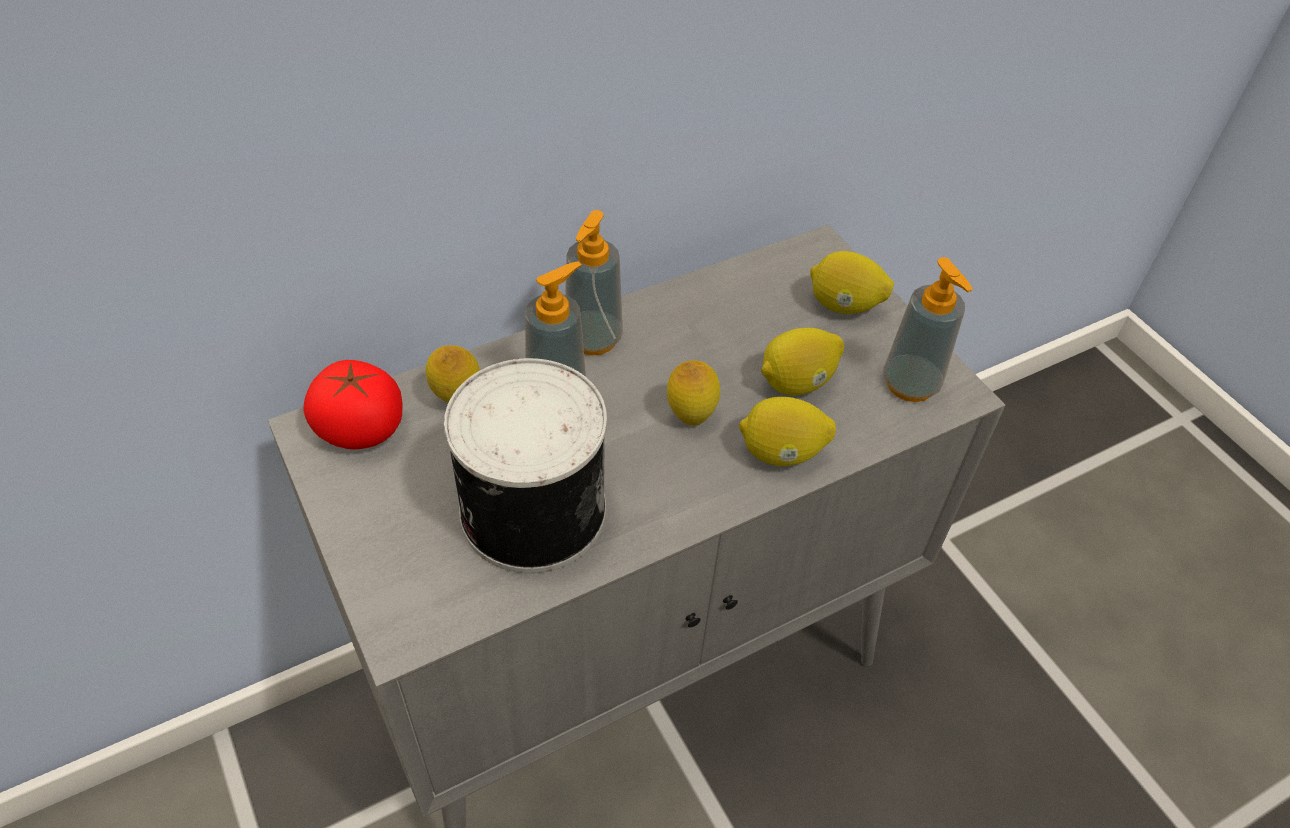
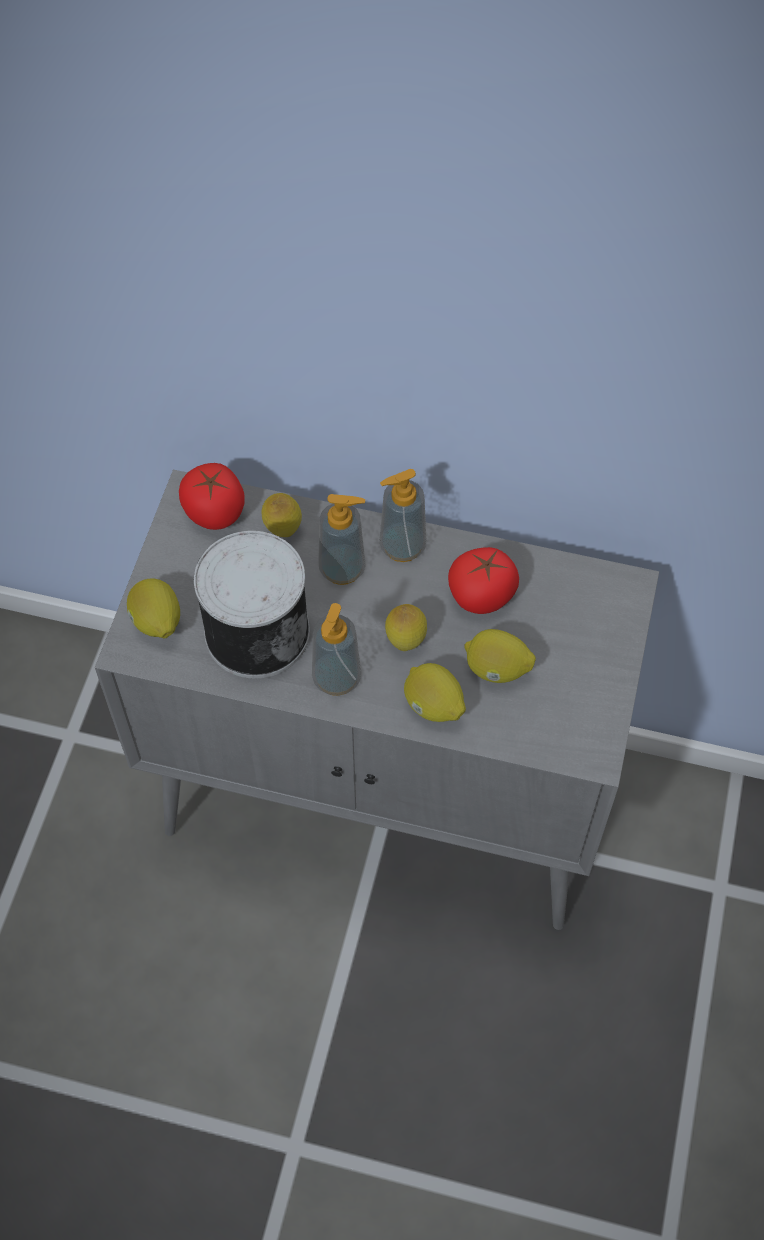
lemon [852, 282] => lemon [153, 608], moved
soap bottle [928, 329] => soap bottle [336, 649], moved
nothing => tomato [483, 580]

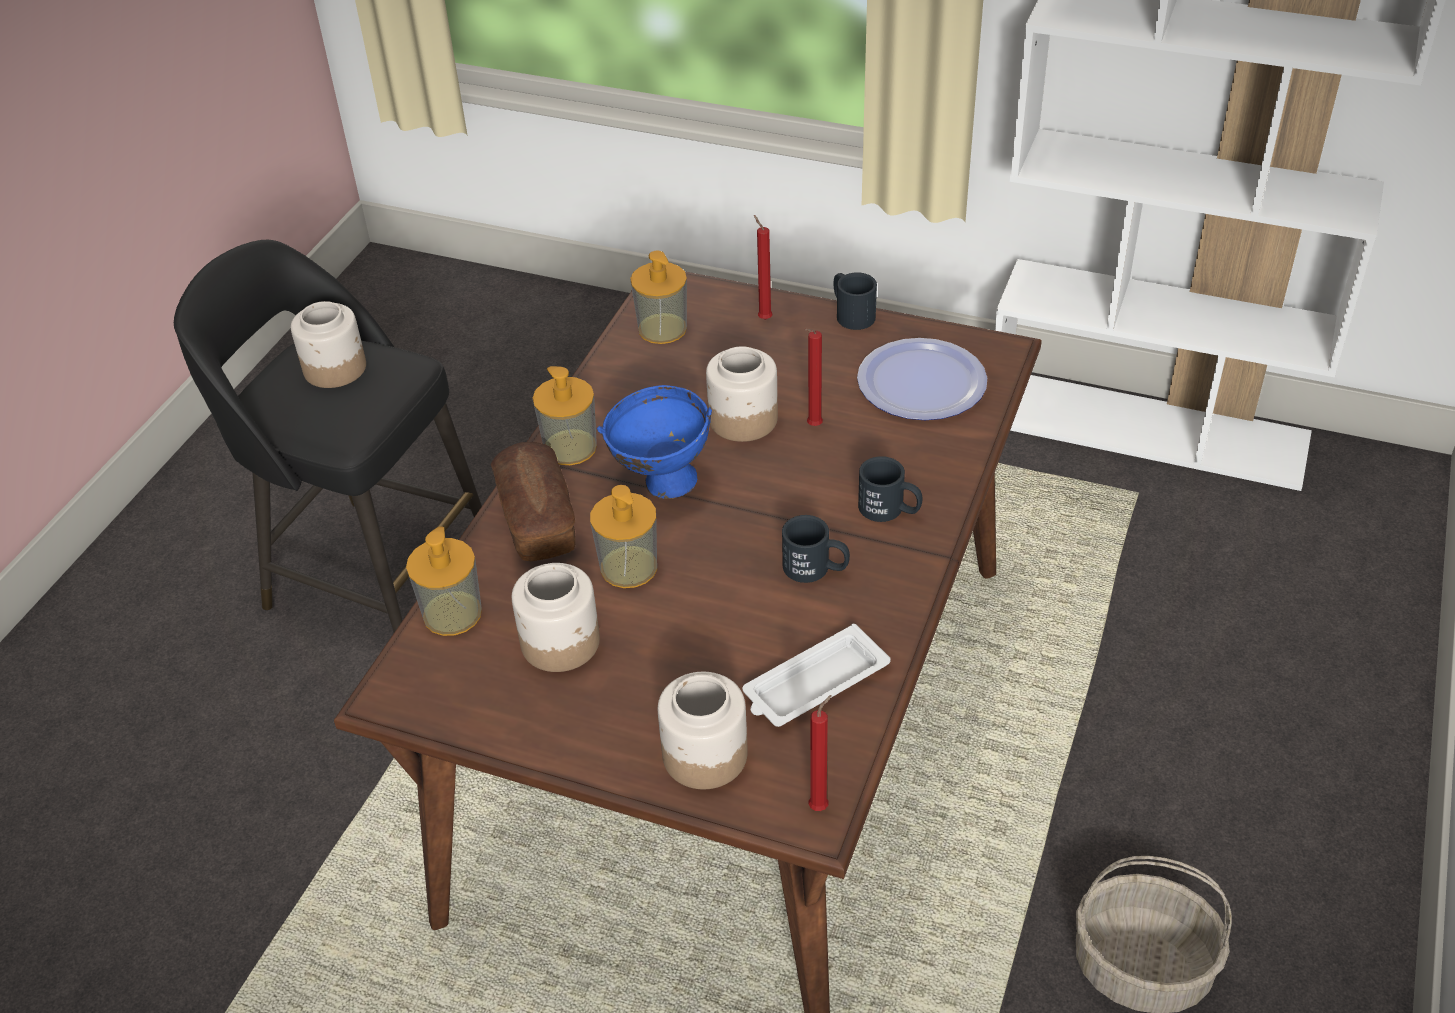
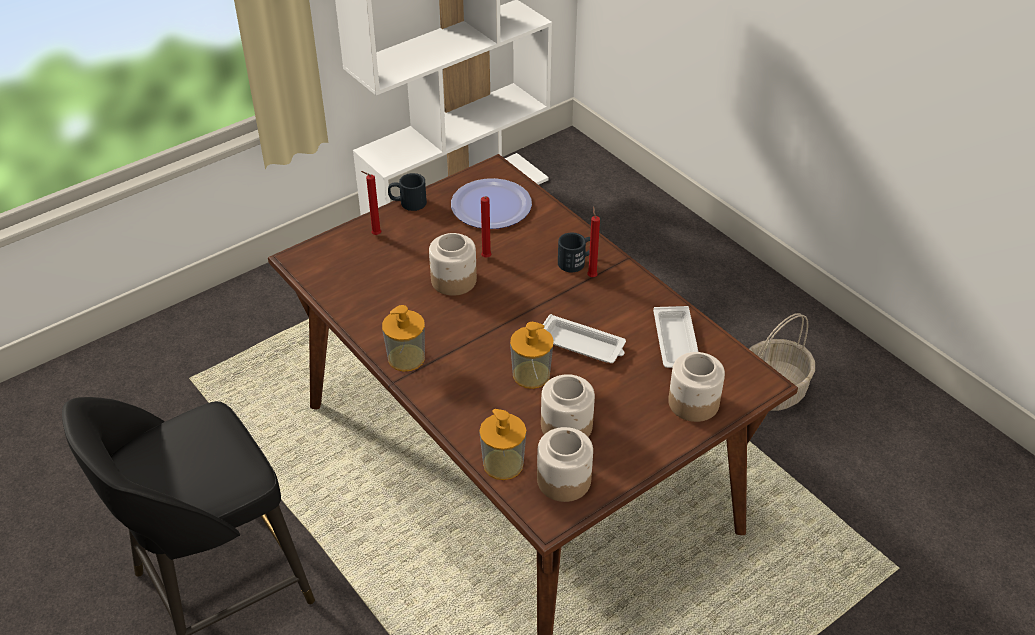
storage jar [328, 344] => storage jar [565, 464], moved
nothing => whitish carrying tray [584, 338]
red-coloured candle [819, 753] => red-coloured candle [593, 241], moved
bread [533, 501] => nothing
blue-coloured deep dish [654, 442] => nothing
soap bottle [658, 297] => nothing
black-coloured coffee mug [816, 549] => nothing

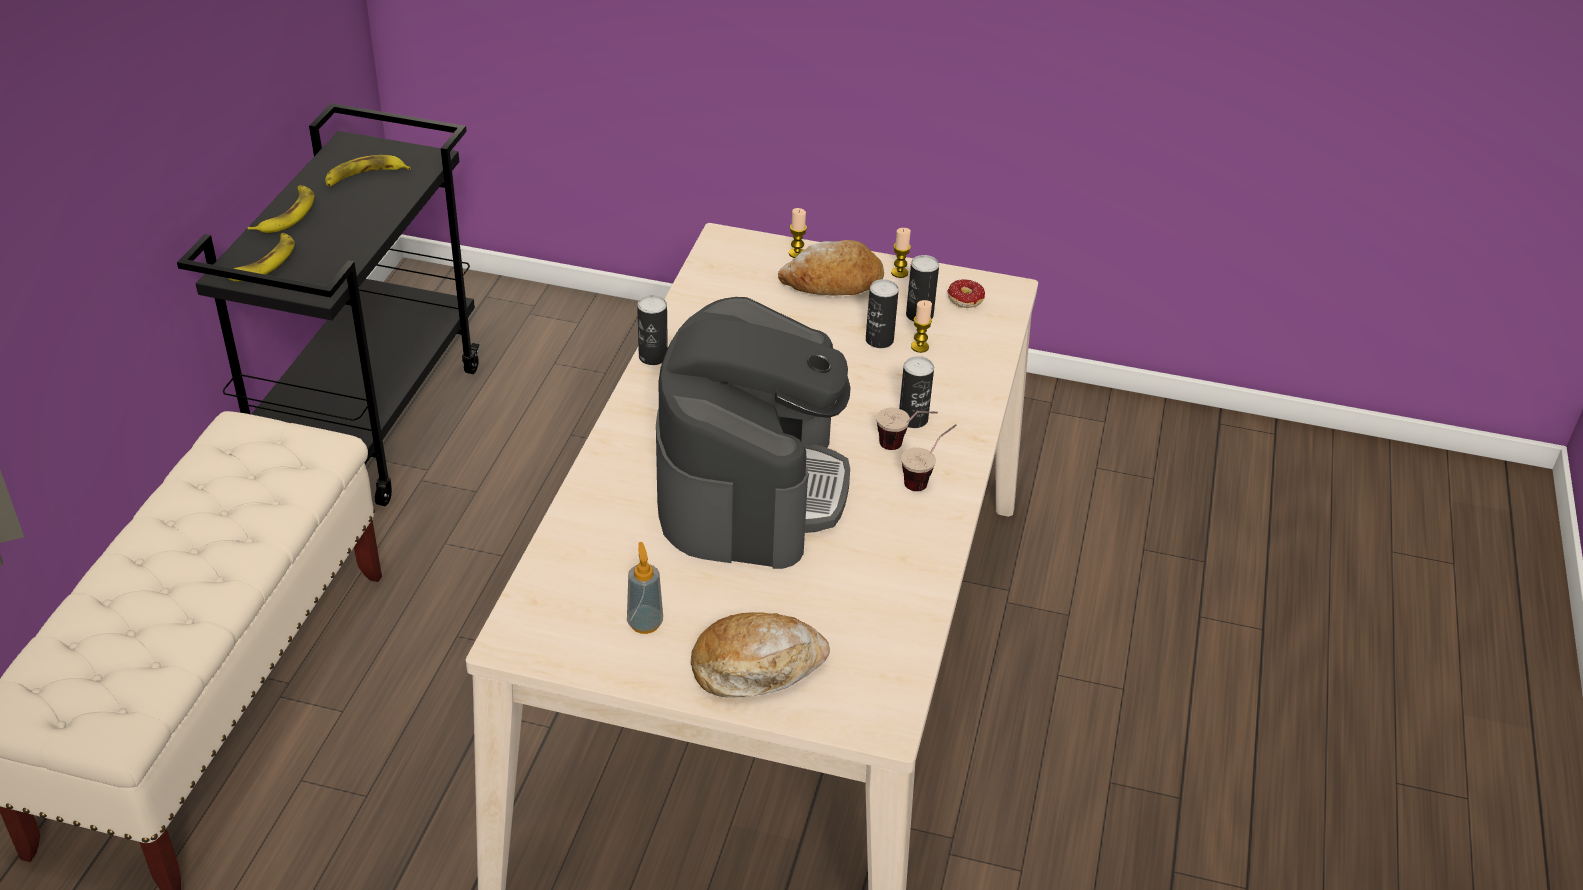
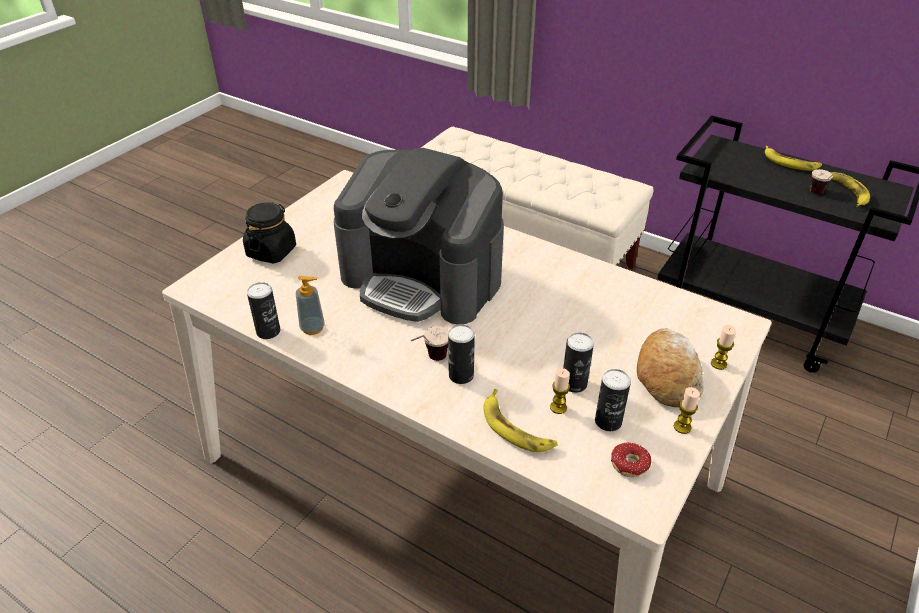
bread [760, 655] => black-coloured storage jar [269, 232]
sealed can [652, 330] => sealed can [263, 310], moved
soap bottle [645, 588] => soap bottle [310, 305], moved
whole banana [261, 257] => whole banana [520, 420], moved
small cup [929, 457] => small cup [827, 181], moved

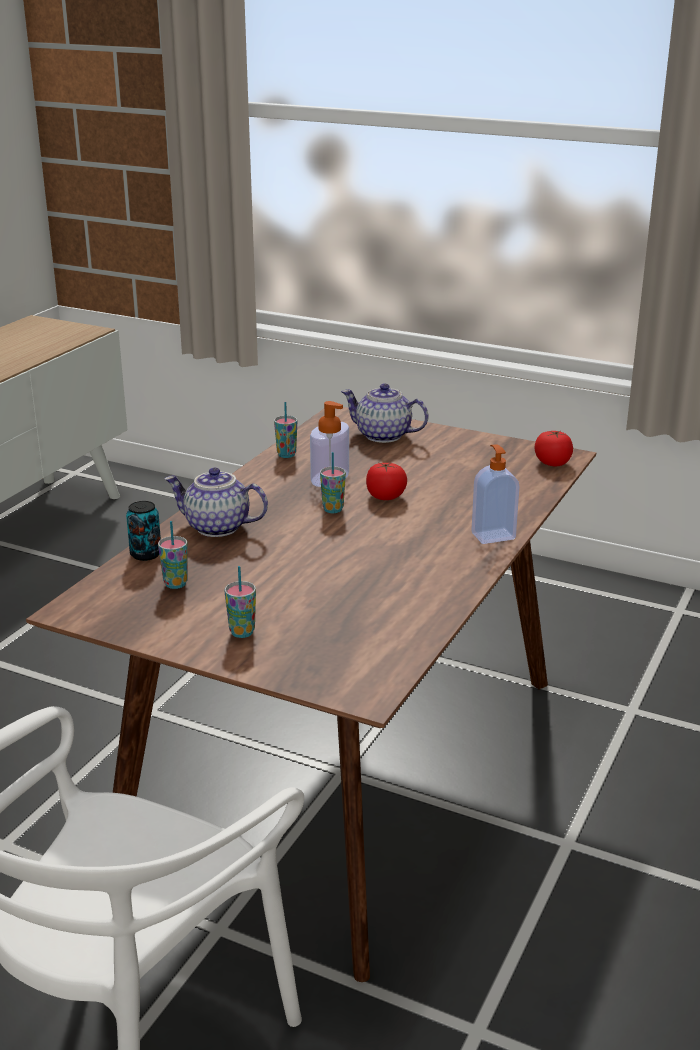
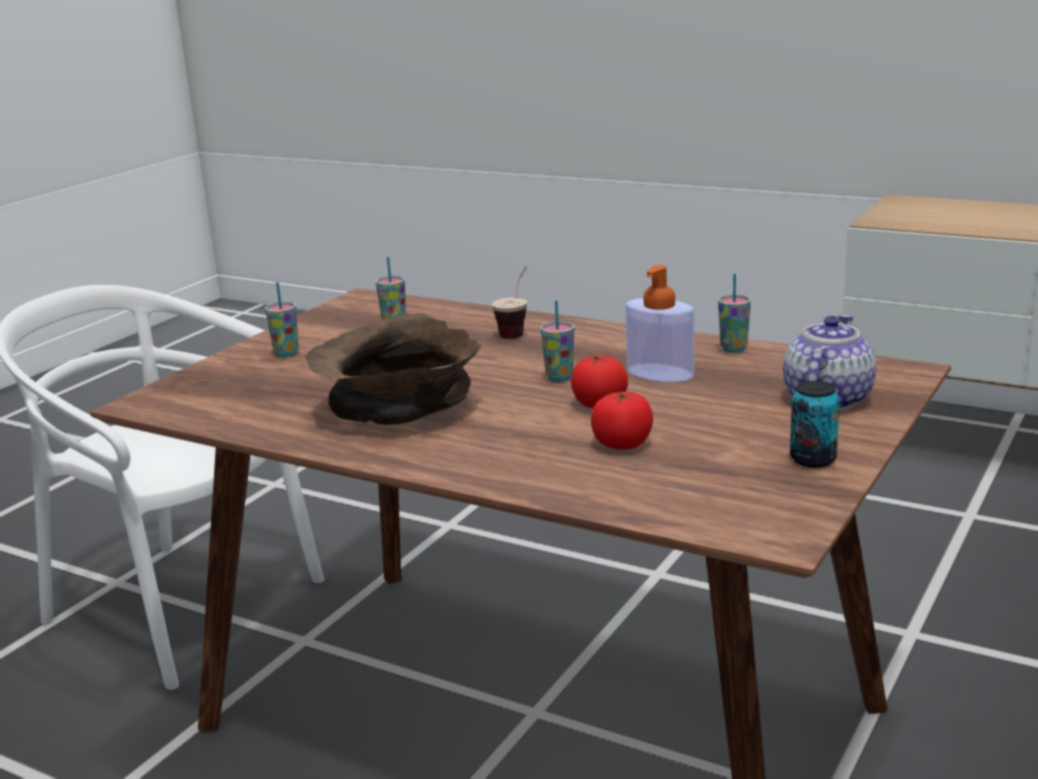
nothing => brown-coloured deep dish [393, 369]
pot for tea [216, 502] => small cup [509, 302]
tomato [554, 449] => tomato [622, 421], moved
sealed can [143, 531] => sealed can [814, 424], moved
soap bottle [495, 494] => nothing

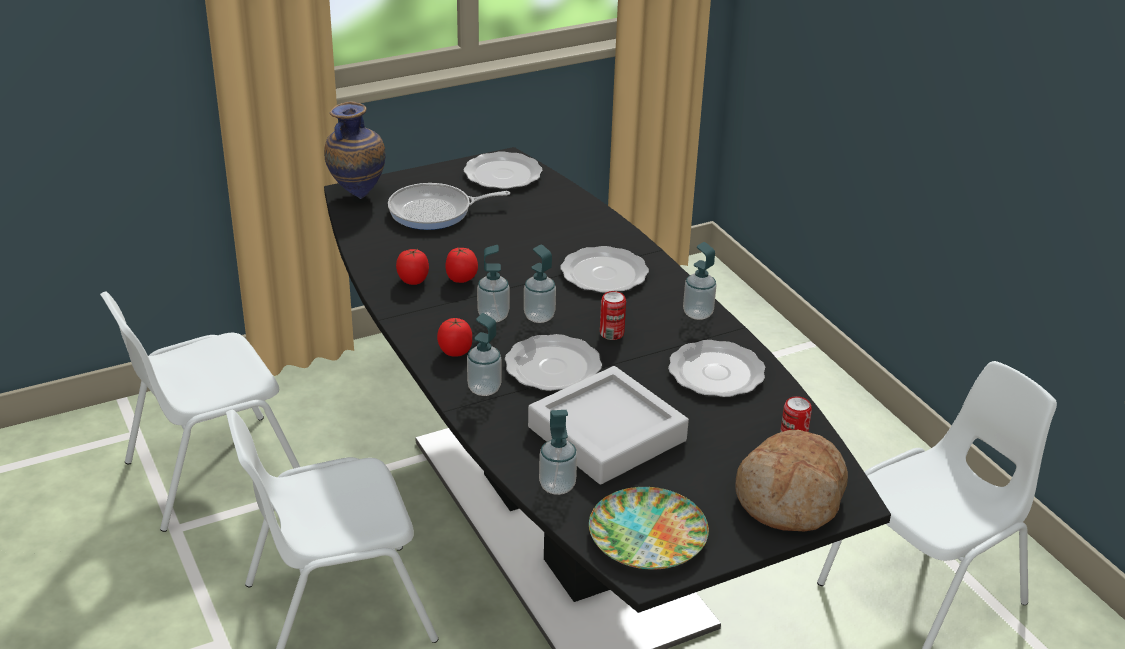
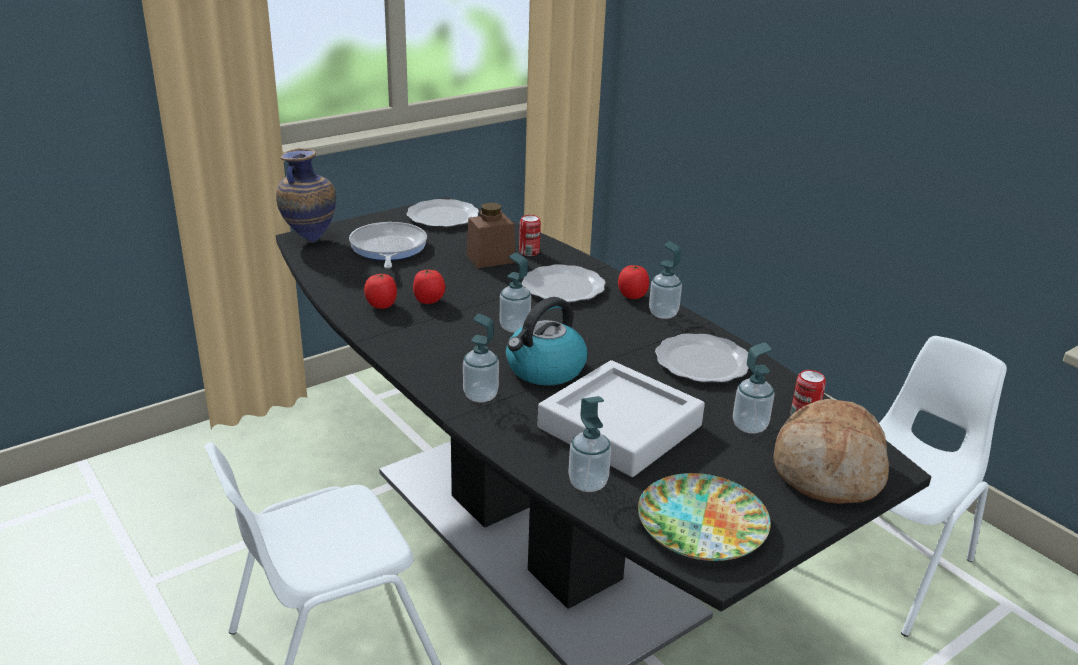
pan [449, 206] => pan [388, 245], 105 degrees clockwise
nothing => brown-coloured storage jar [491, 235]
plate [553, 362] => kettle [547, 341]
sealed can [613, 315] => sealed can [530, 235], moved
tomato [454, 337] => tomato [633, 282], moved
soap bottle [493, 283] => soap bottle [754, 388], moved
whitish plain chair [200, 412] => nothing

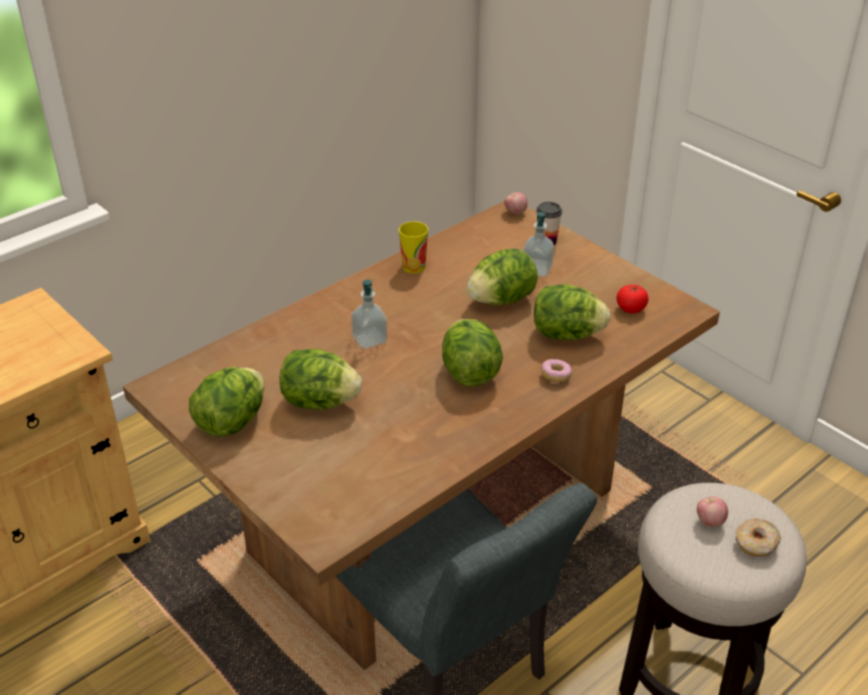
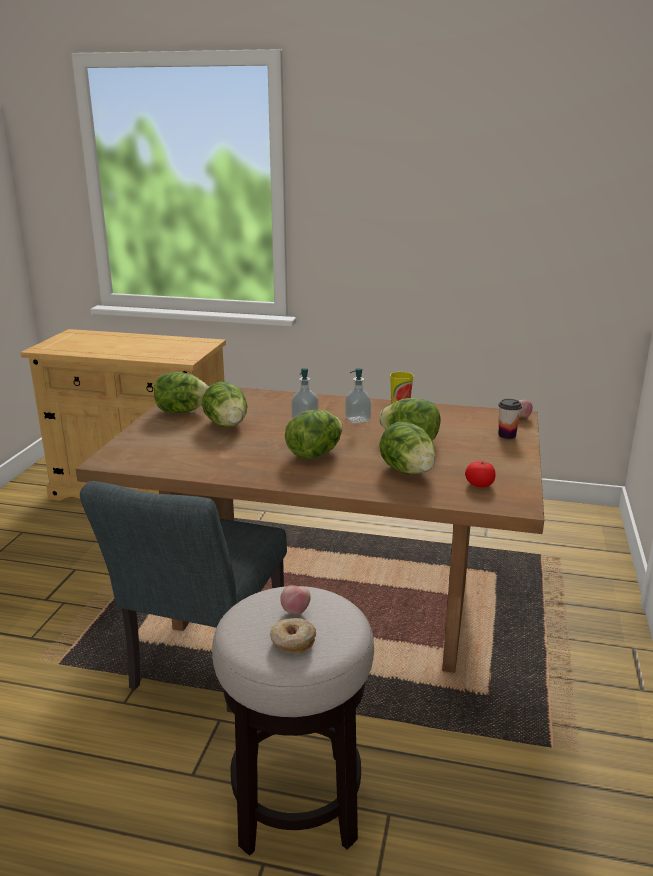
soap bottle [538, 244] => soap bottle [358, 395], moved
ring doughnut [556, 370] => nothing

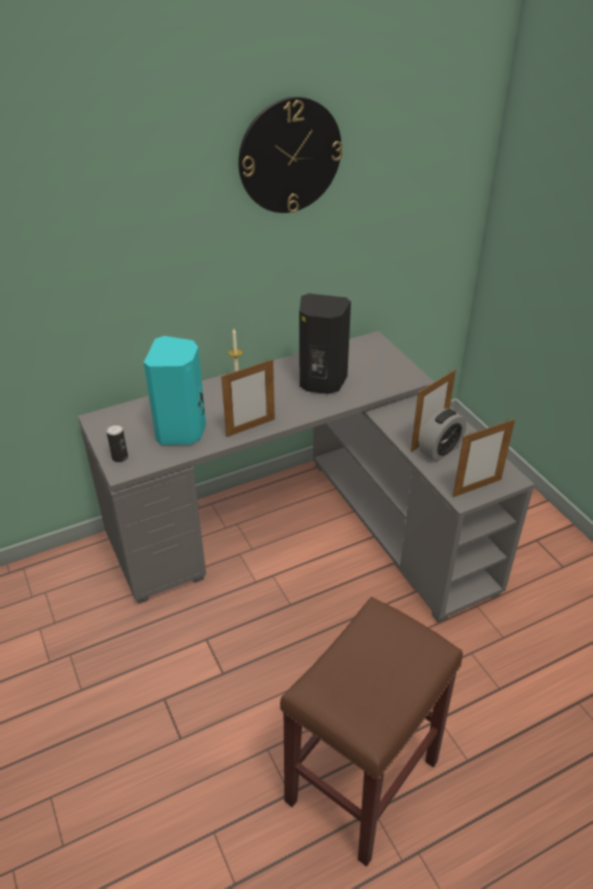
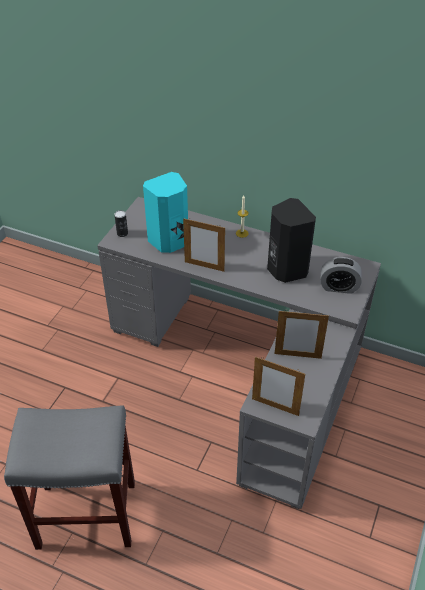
brown-coloured stool seat [371, 732] => greyish stool seat [69, 477]
alarm clock [442, 435] => alarm clock [341, 275], moved
wall clock [290, 155] => nothing

